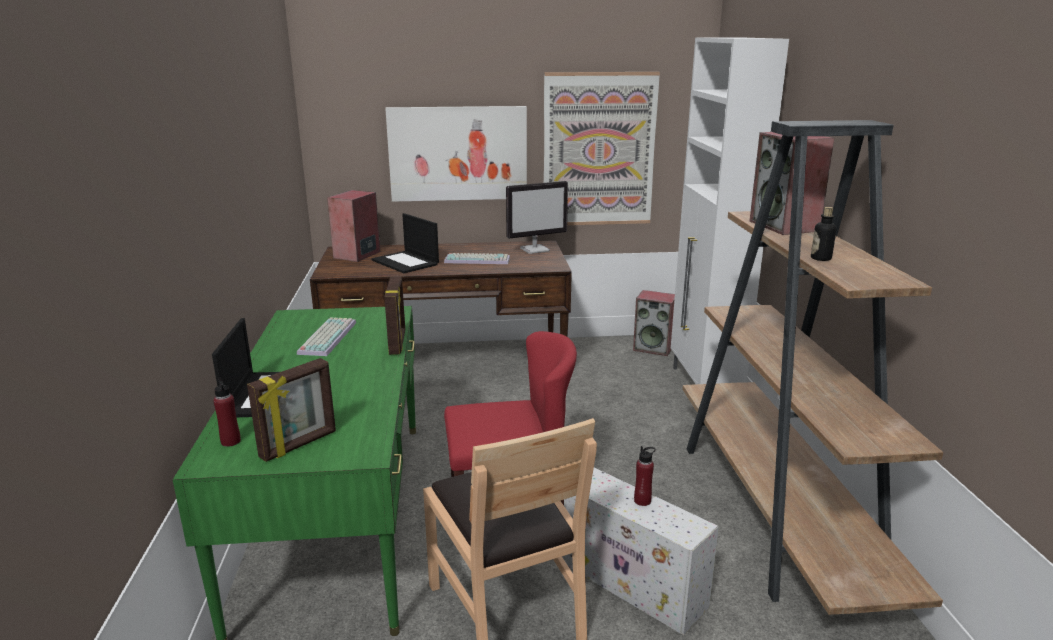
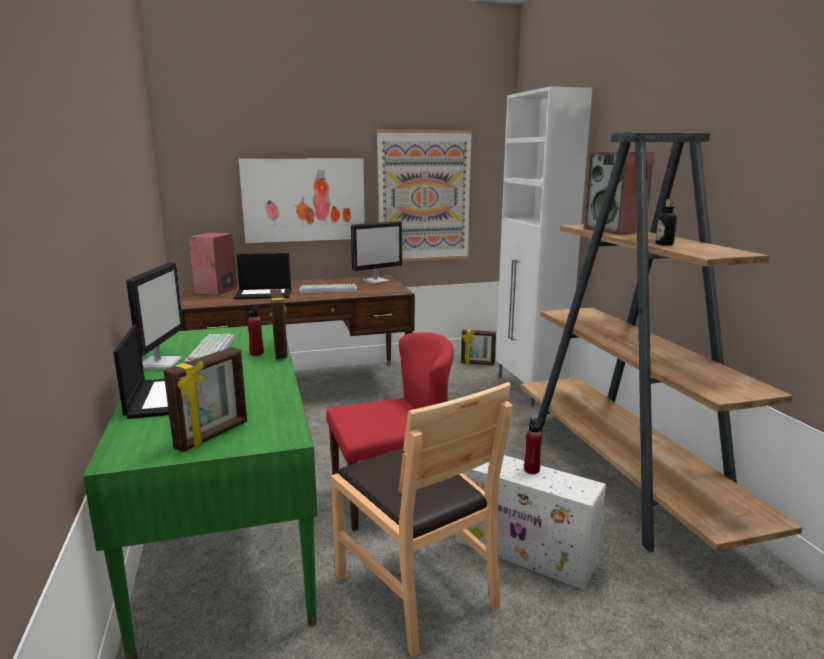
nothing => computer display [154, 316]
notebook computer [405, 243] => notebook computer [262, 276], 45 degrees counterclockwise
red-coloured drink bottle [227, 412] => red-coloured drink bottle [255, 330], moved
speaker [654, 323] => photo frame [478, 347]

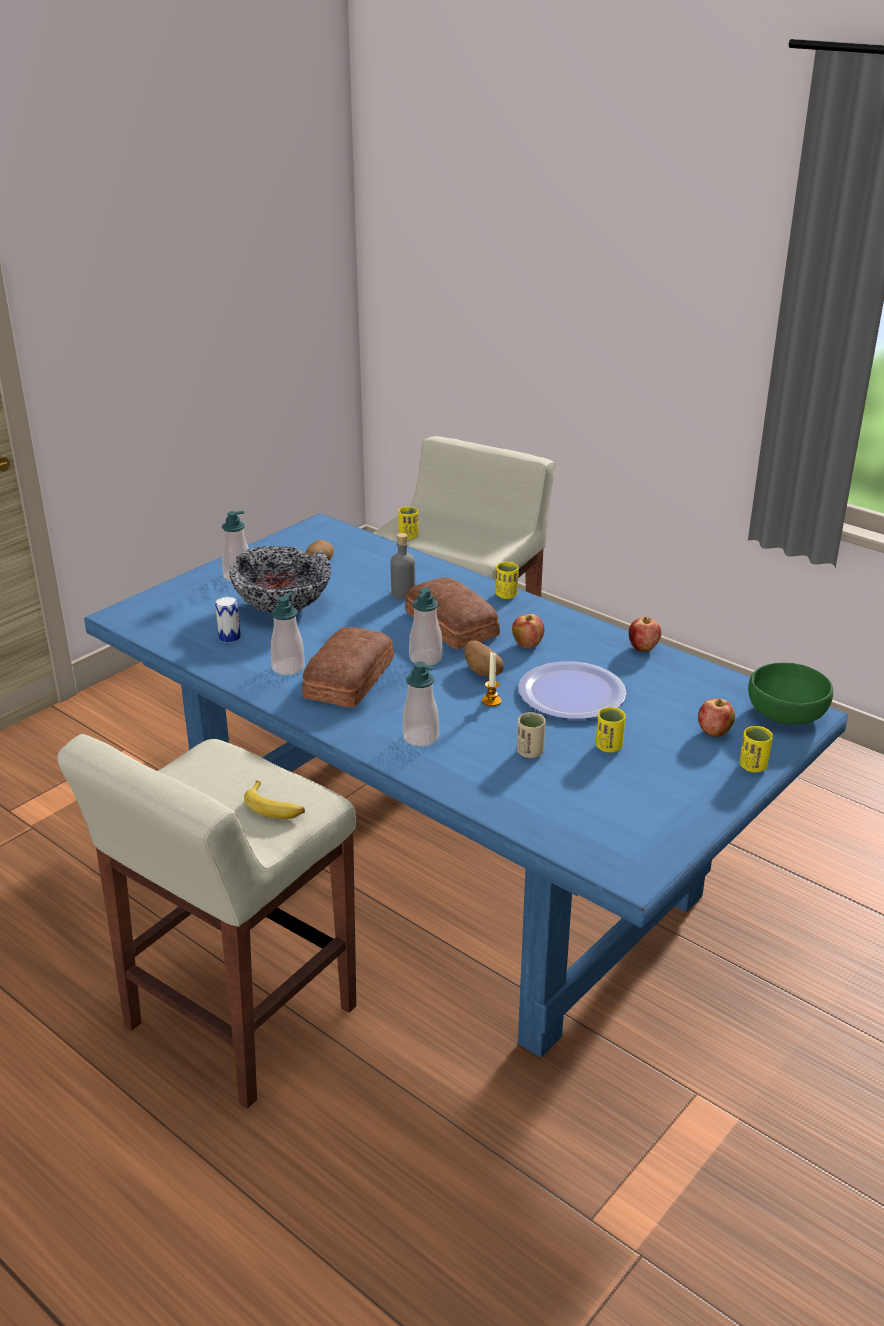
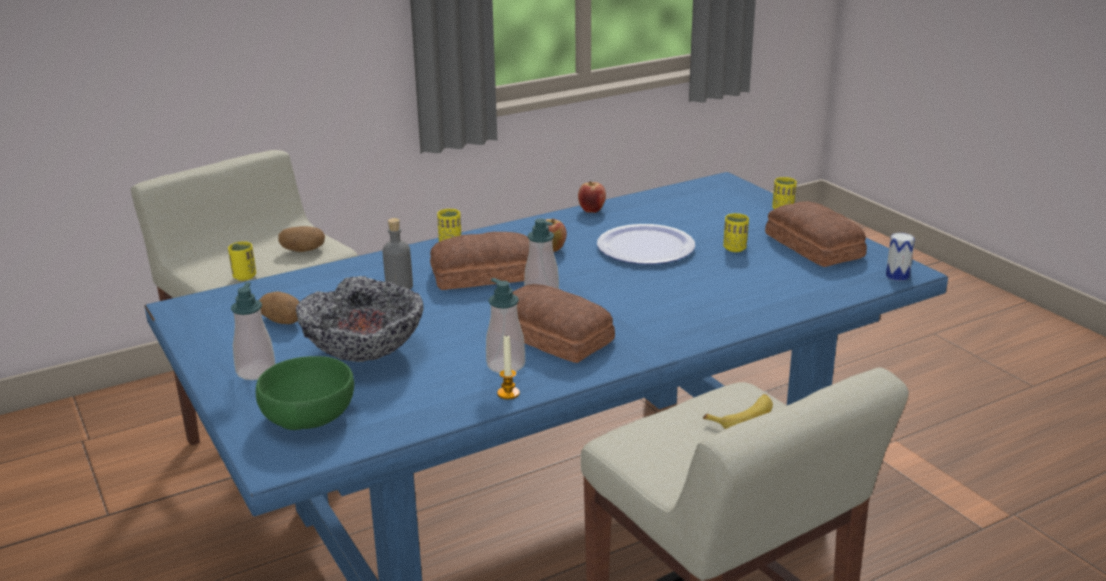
green deep dish [790, 694] => green deep dish [305, 393], moved
whole potato [484, 658] => whole potato [301, 239], moved
candle [491, 679] => candle [508, 366], moved
nothing => bread [816, 234]
sealed can [228, 620] => sealed can [900, 257], moved
soap bottle [420, 704] => nothing
beige small cup [531, 735] => nothing
whole apple [716, 717] => nothing

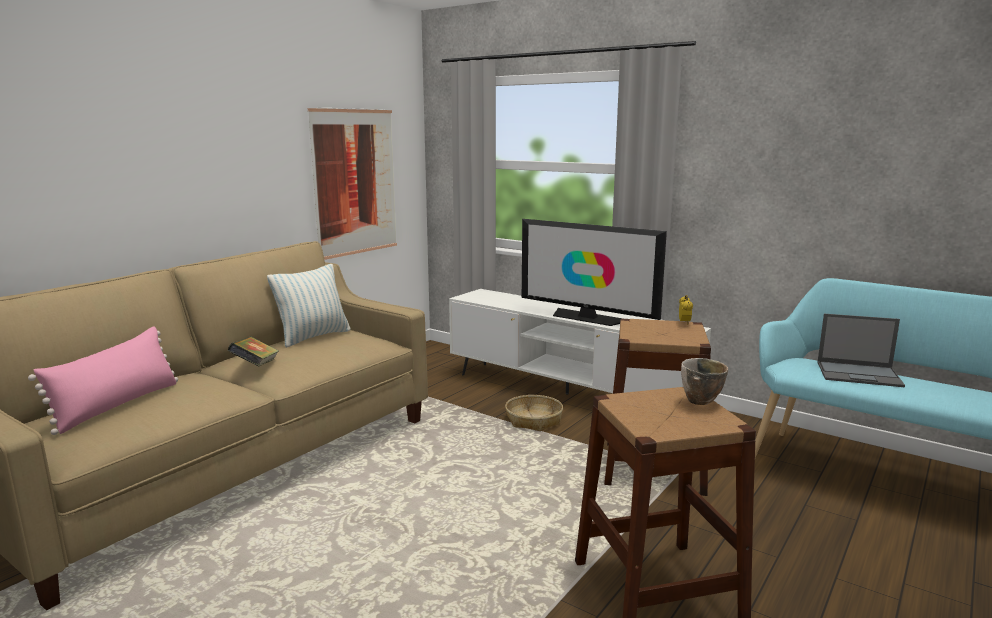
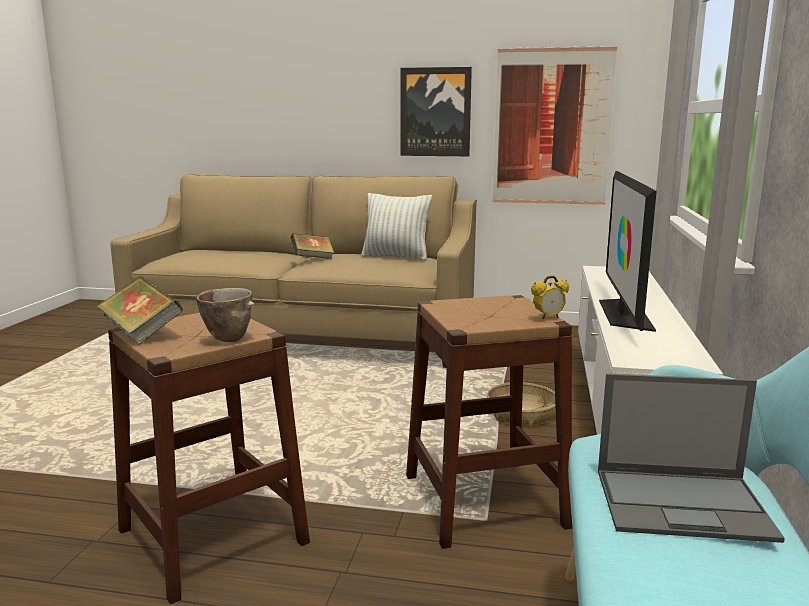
nothing => book [140, 310]
nothing => wall picture [436, 111]
notebook computer [861, 350] => notebook computer [691, 458], 75 degrees counterclockwise
pink throw pillow [103, 380] => nothing

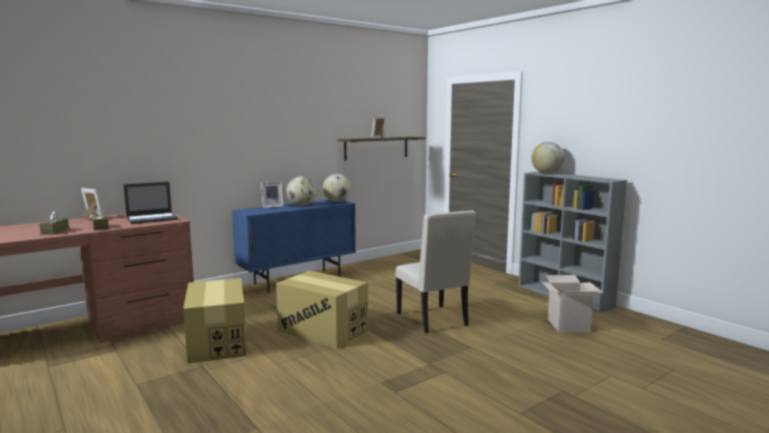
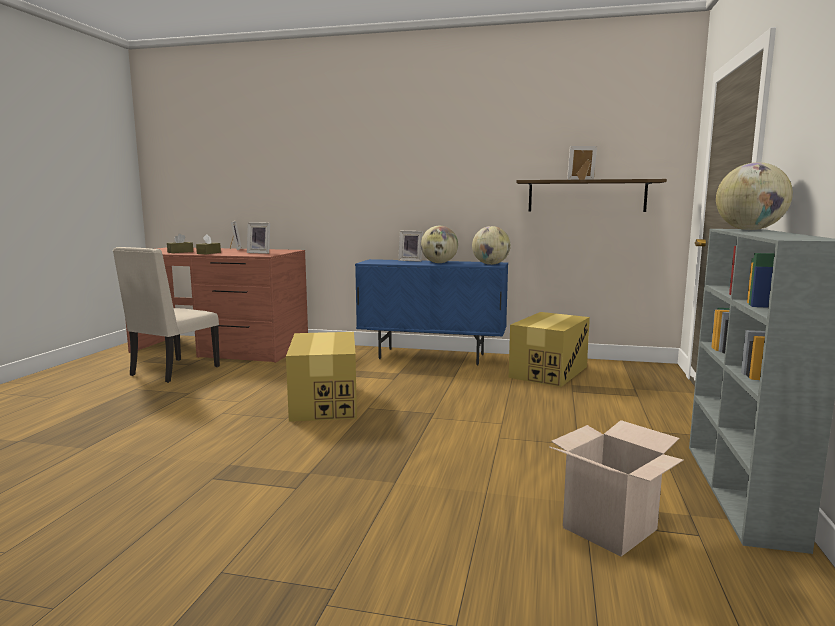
beige plain chair [435, 271] => beige plain chair [166, 315], moved
notebook computer [151, 203] => photo frame [258, 238]
carton [215, 321] => carton [549, 349], moved

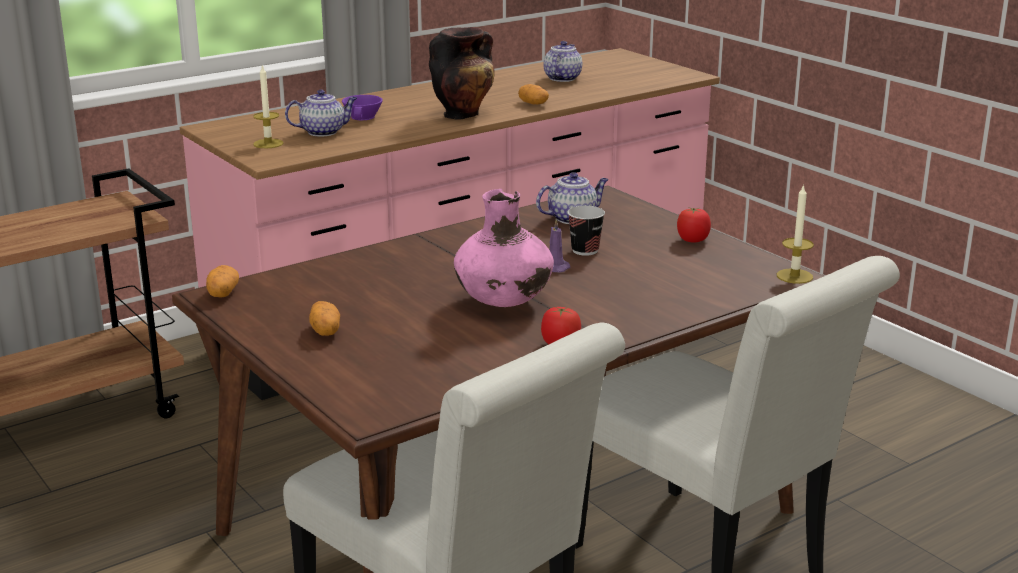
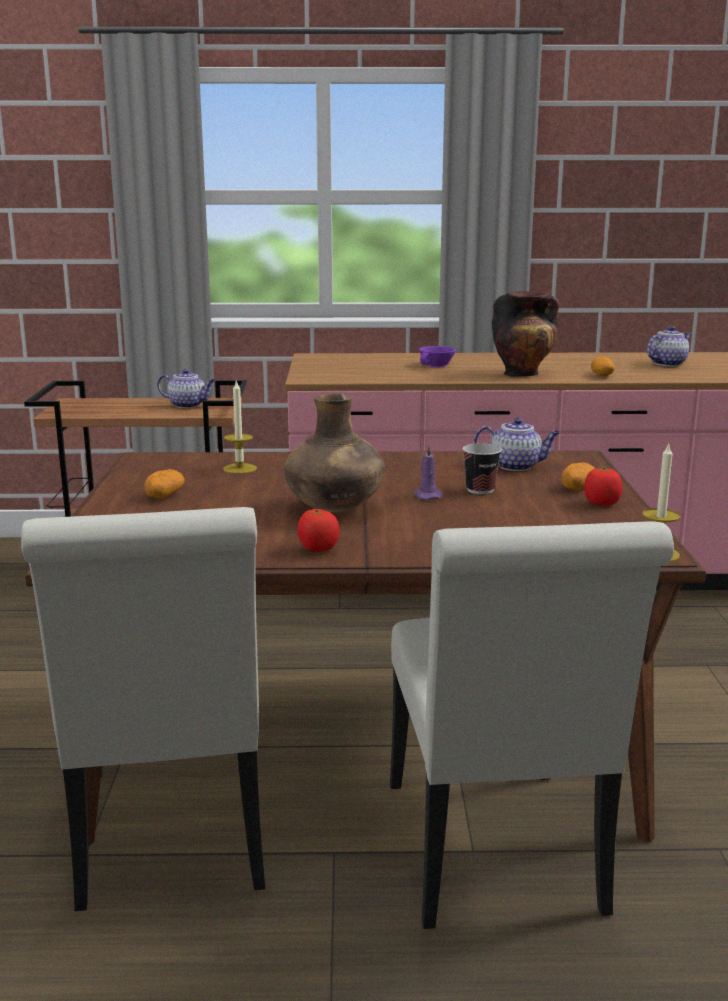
pot for tea [321, 113] => pot for tea [186, 388], moved
candle [268, 106] => candle [240, 427], moved
pink flower vase [504, 248] => brown-coloured flower vase [334, 452]
whole potato [222, 281] => whole potato [578, 476], moved

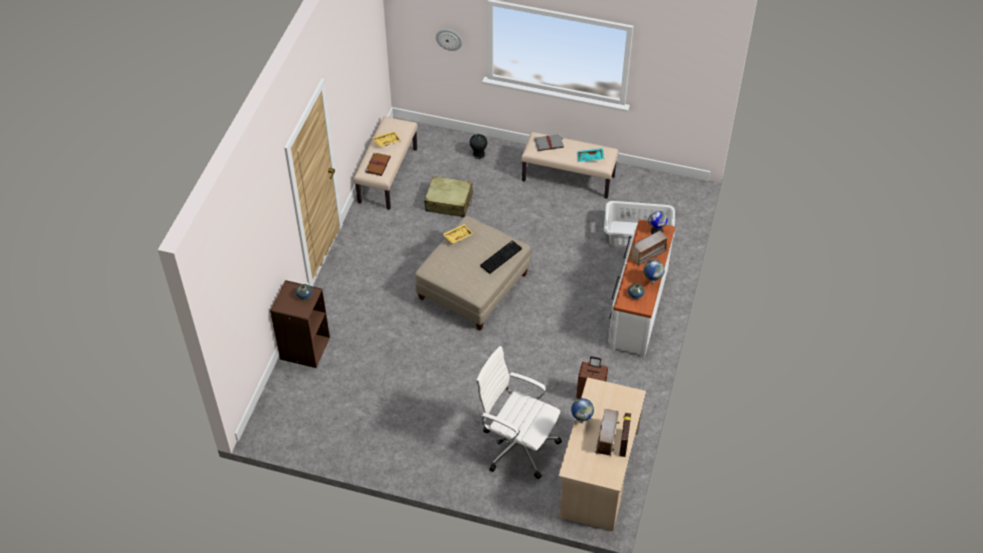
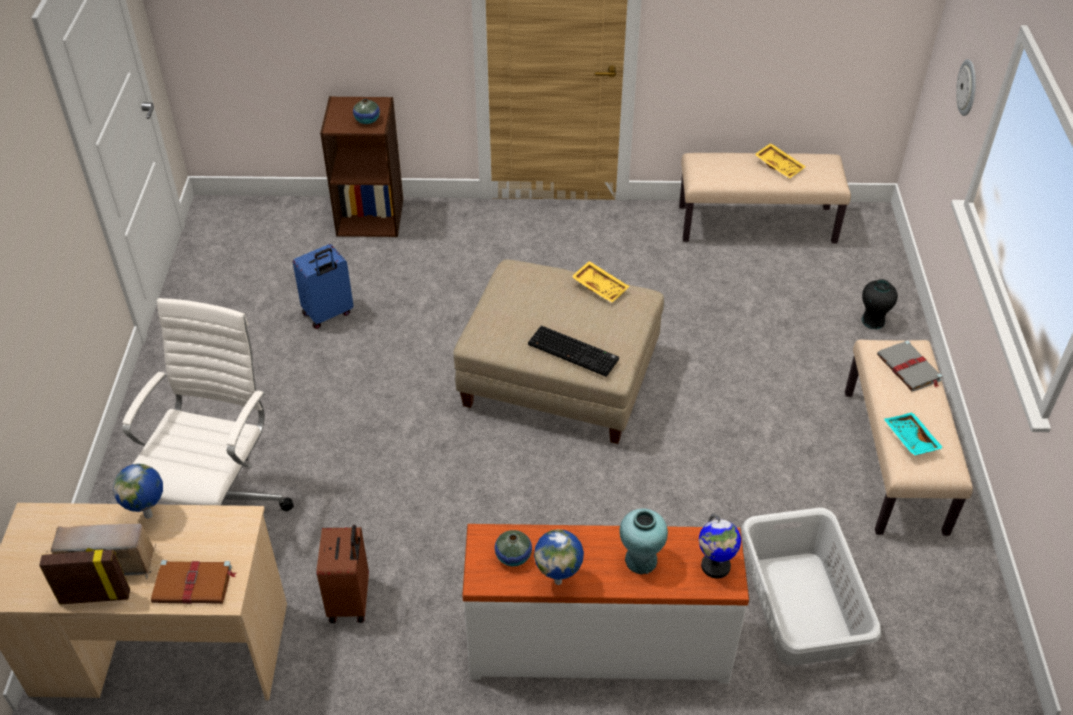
brown-coloured book [378, 164] => brown-coloured book [193, 582], moved
nothing => blue-coloured piece of luggage [323, 286]
radio [648, 248] => turquoise flower vase [644, 541]
beige piece of luggage [448, 196] => nothing

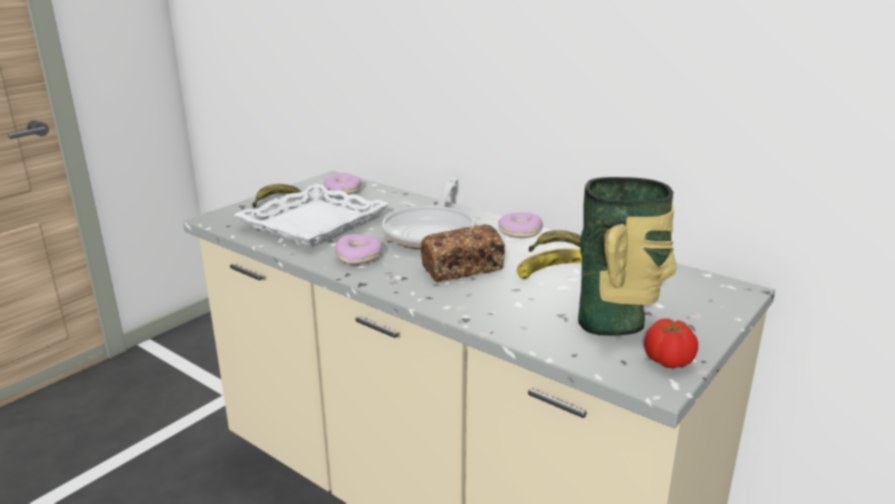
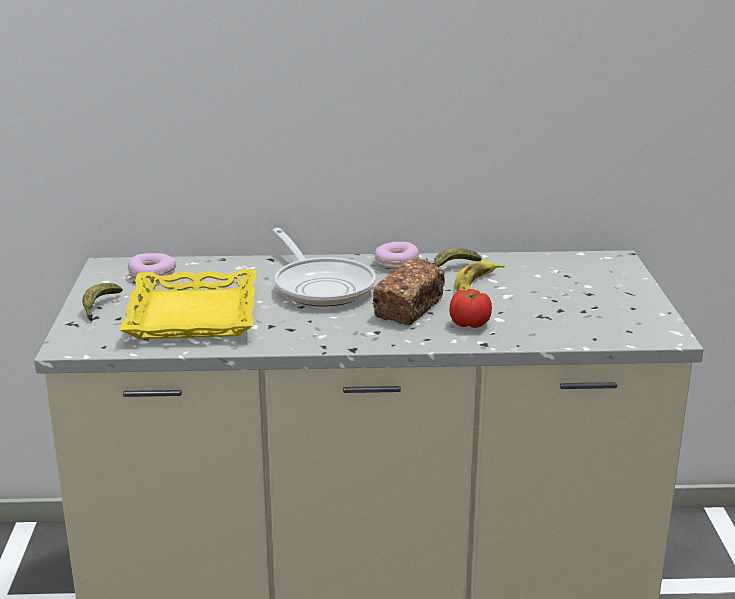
whitish carrying tray [311, 215] => yellow-coloured carrying tray [187, 304]
tomato [671, 343] => tomato [470, 308], moved
ring doughnut [358, 249] => nothing
flower vase [627, 256] => nothing

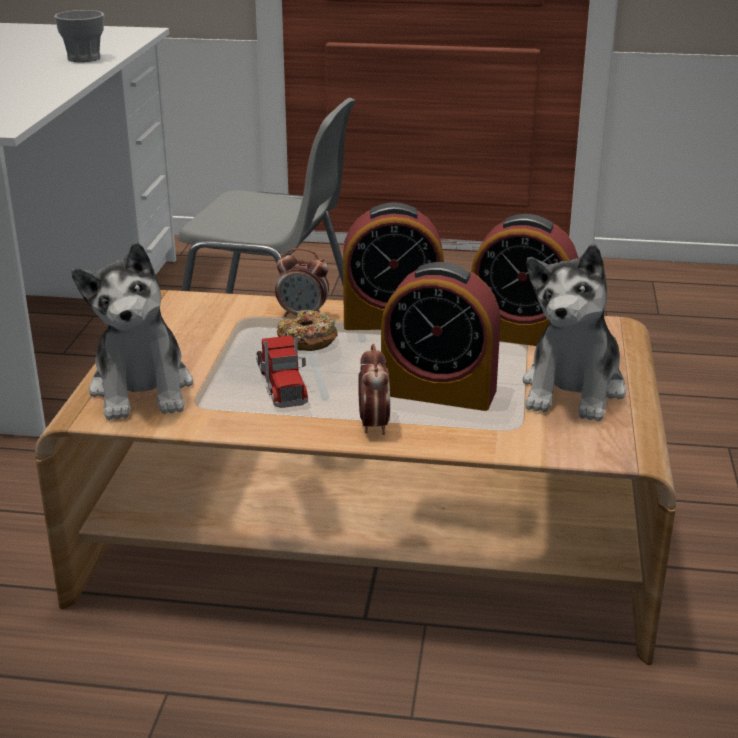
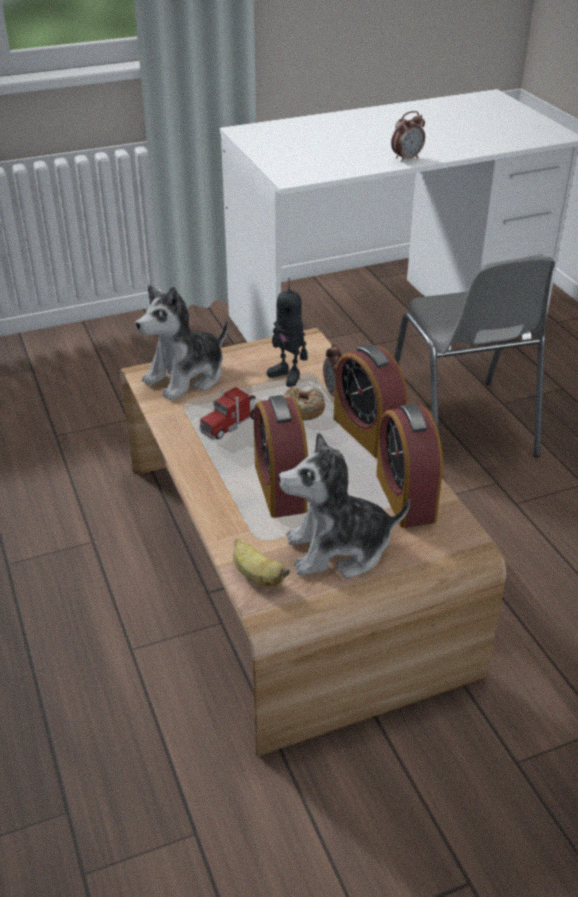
nothing => whole banana [261, 563]
nothing => model robot [287, 332]
alarm clock [374, 389] => alarm clock [408, 136], moved
small cup [79, 36] => nothing

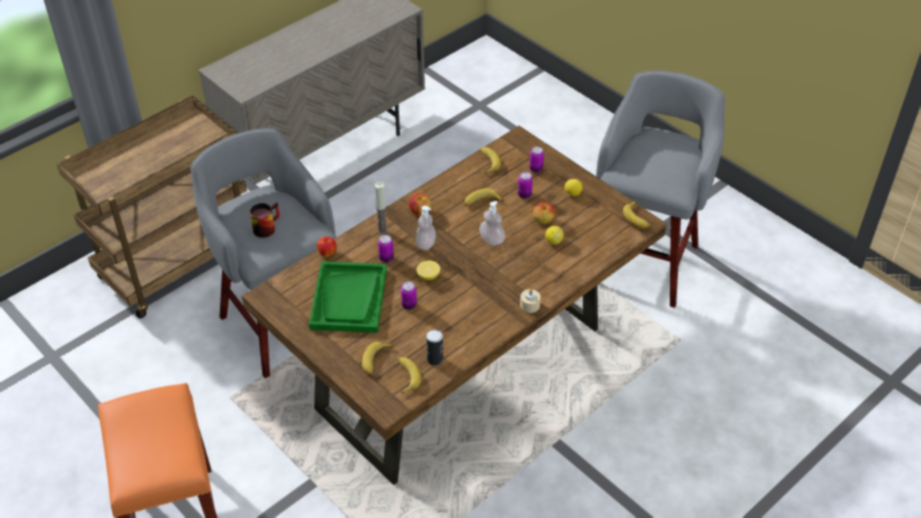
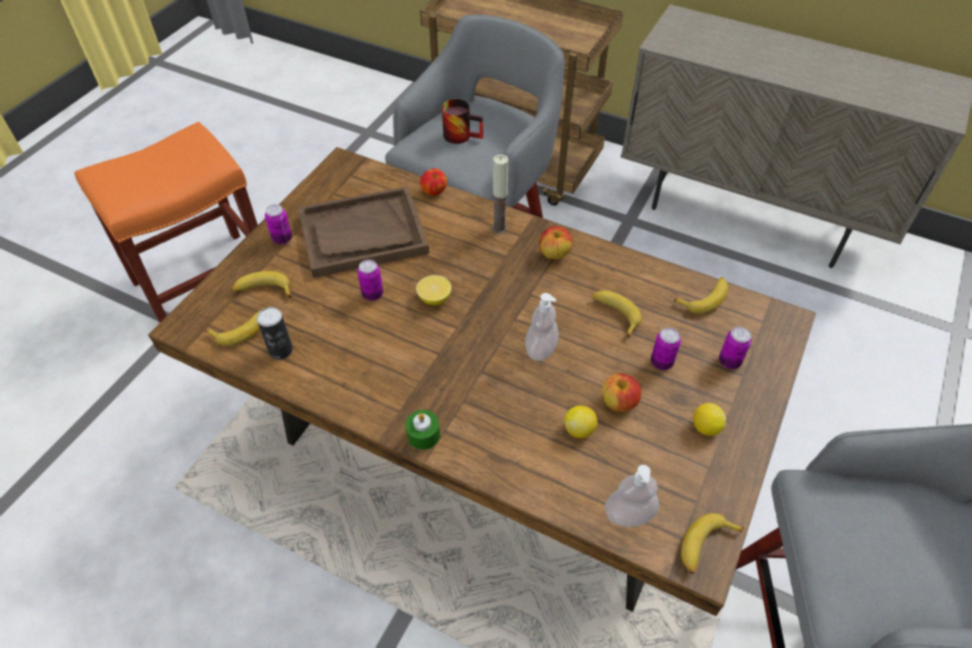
sealed can [386, 249] => sealed can [278, 224], moved
green carrying tray [348, 297] => brown-coloured carrying tray [363, 232]
beige candle [530, 301] => green candle [422, 430]
soap bottle [426, 228] => soap bottle [632, 496], moved

